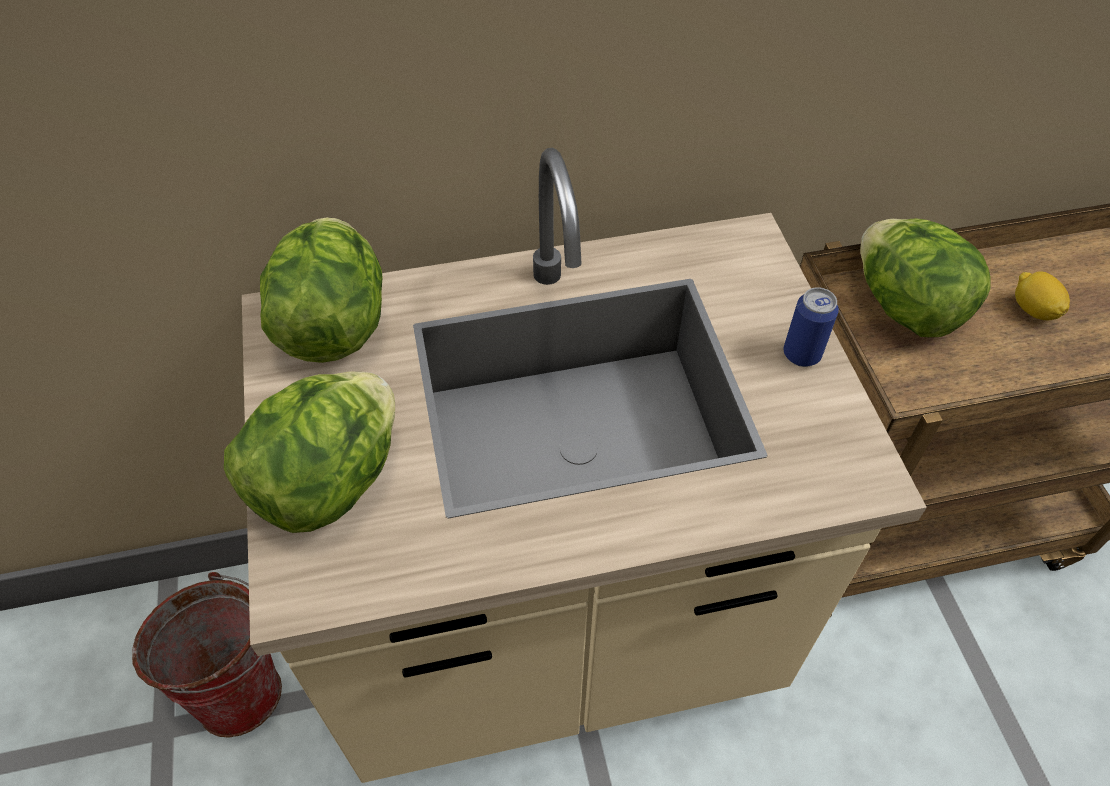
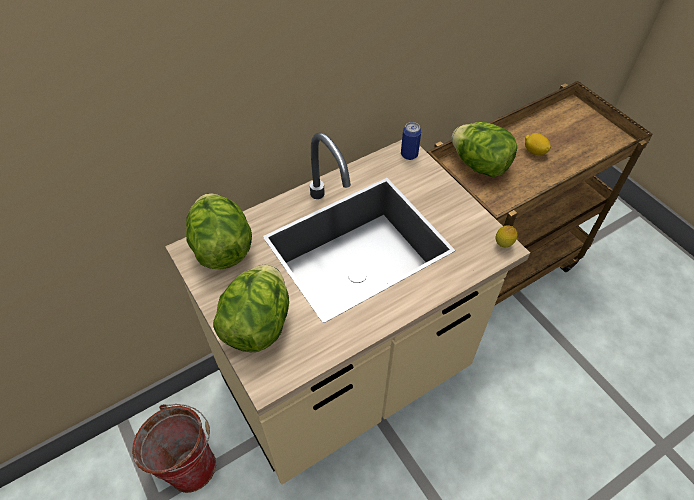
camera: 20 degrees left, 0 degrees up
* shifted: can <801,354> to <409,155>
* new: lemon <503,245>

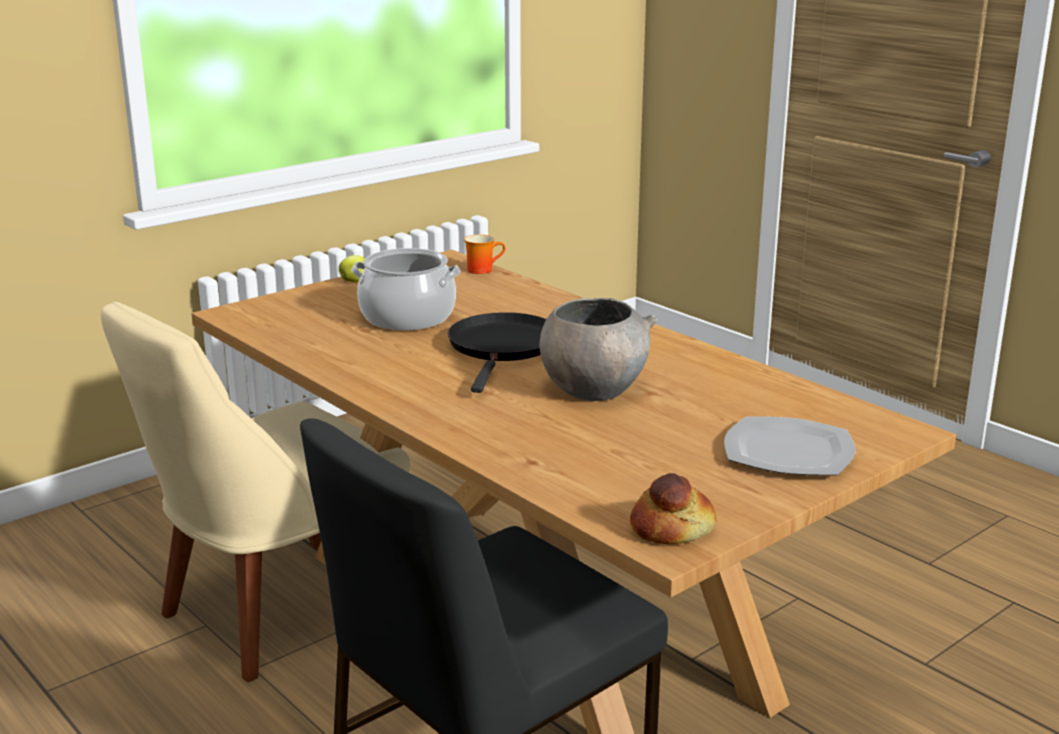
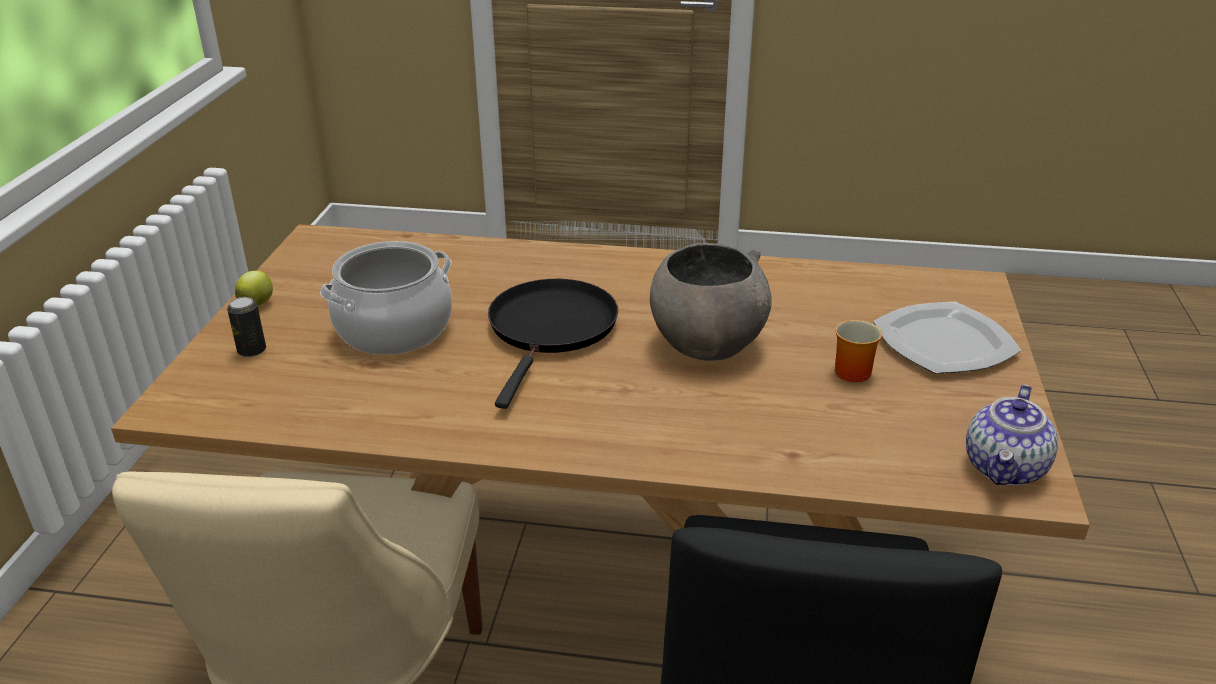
camera: 40 degrees left, 10 degrees up
* shifted: mug <482,269> to <852,369>
* rotated: frying pan (black) <503,348> = <551,329> 45 degrees clockwise
* swapped: bread <672,529> to teapot <1006,469>
* new: can <252,350>

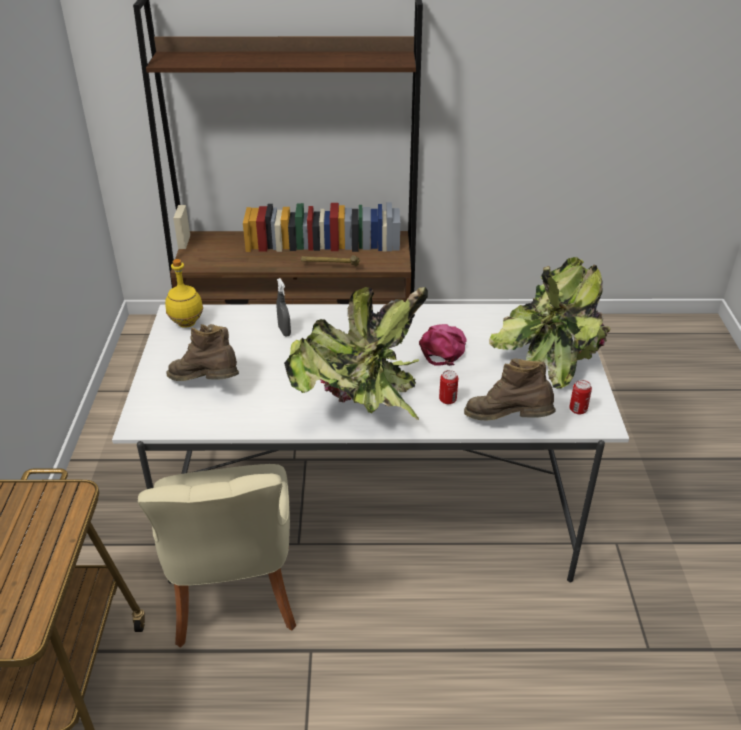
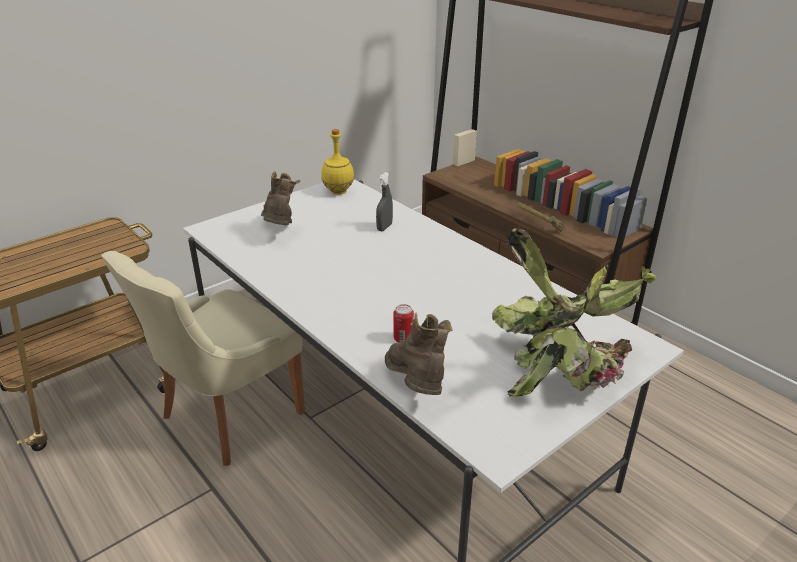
camera: 50 degrees right, 5 degrees down
* gone: potted plant <362,406>
* gone: cap (pink) <443,348>
* gone: can <578,409>

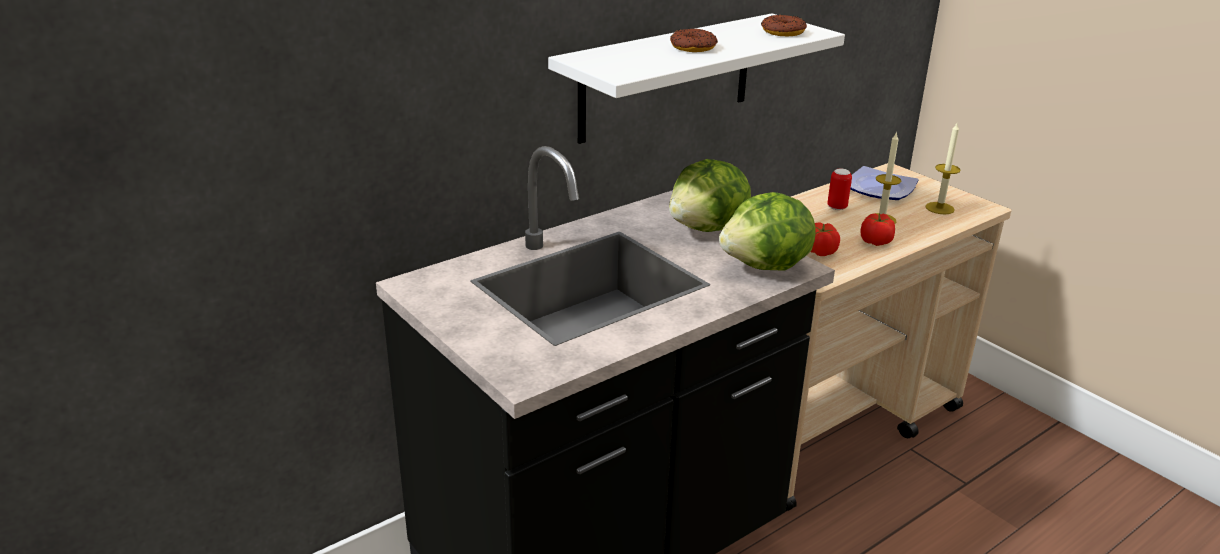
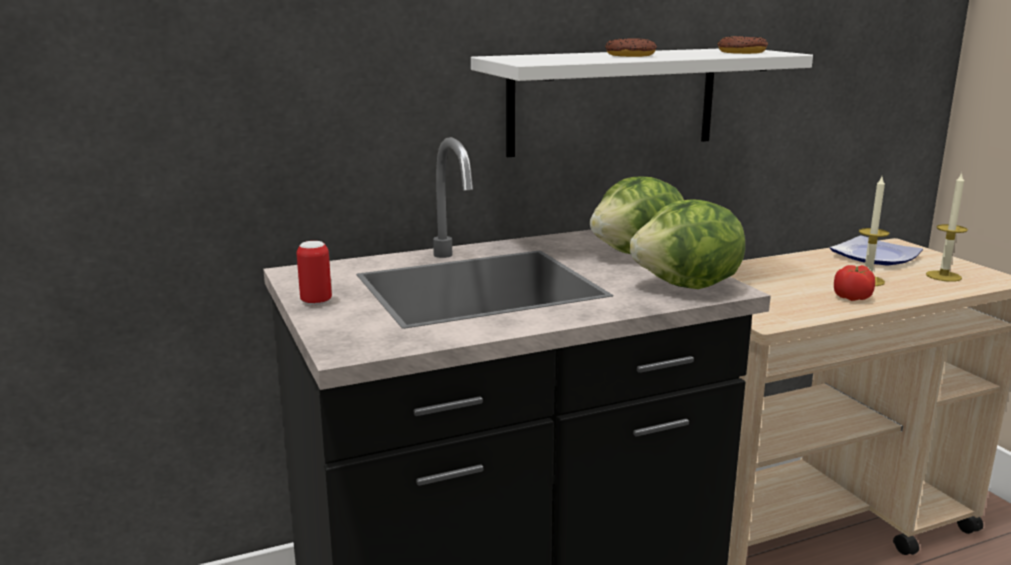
camera: 15 degrees right, 10 degrees down
* shifted: can <837,207> to <316,301>
* gone: tomato <820,252>

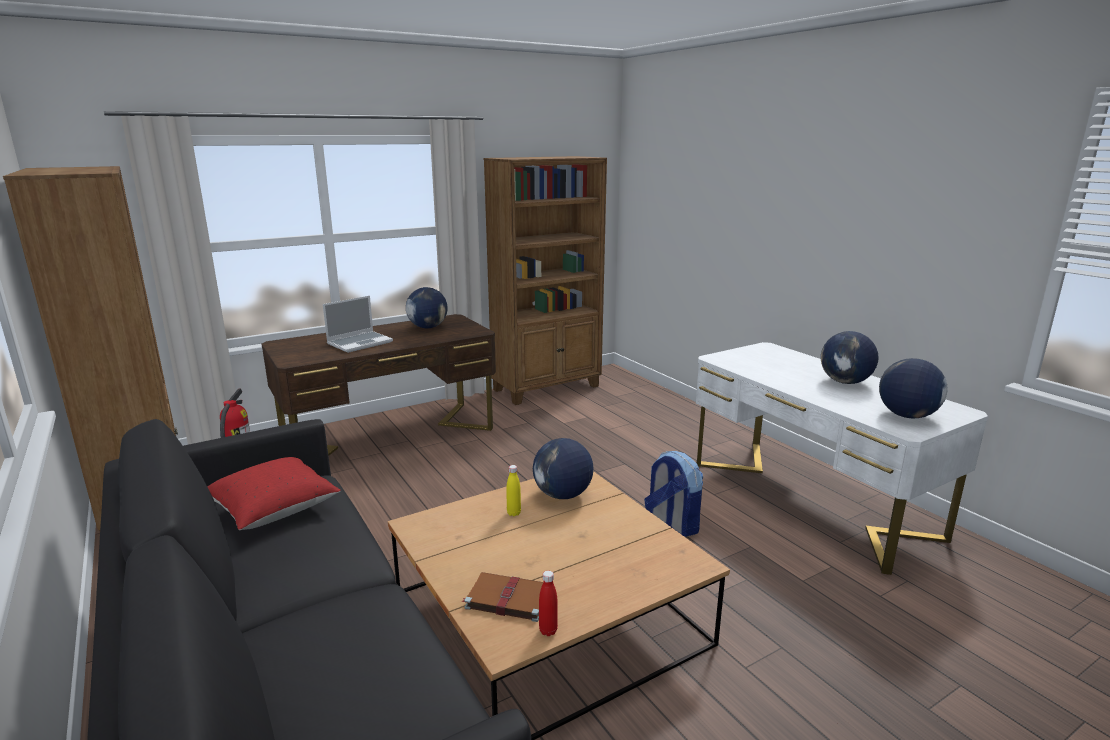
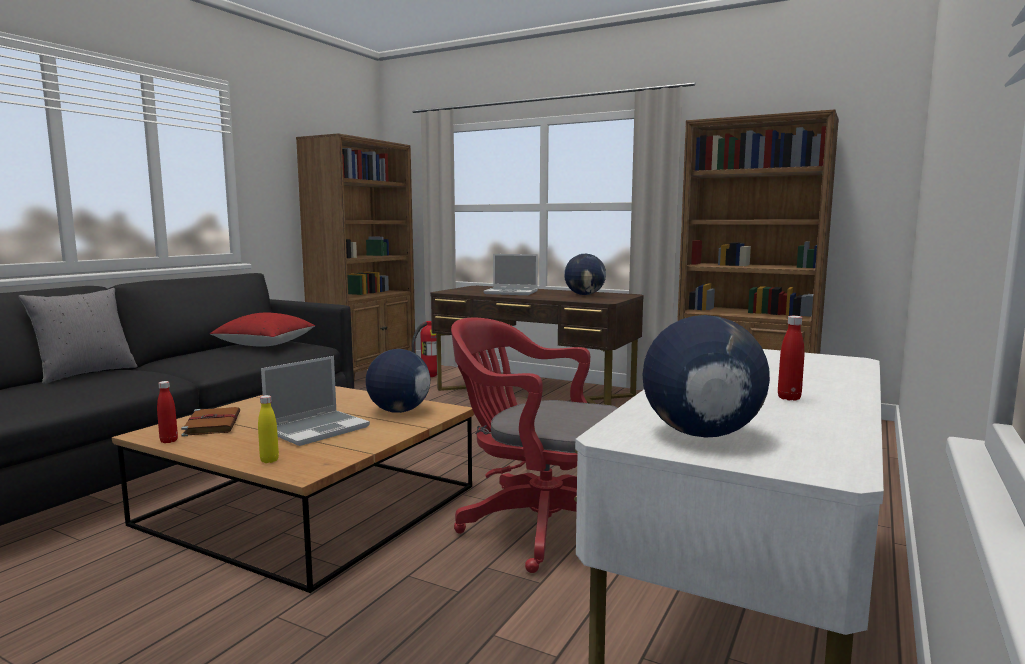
camera: 60 degrees right, 10 degrees down
* swapped: globe <845,382> to bottle (red) <789,398>
* swapped: backpack <672,523> to office chair (red) <536,526>
* shifted: bottle (yellow) <514,513> to <269,460>
* new: pillow (grey) <85,373>
* new: laptop <318,429>

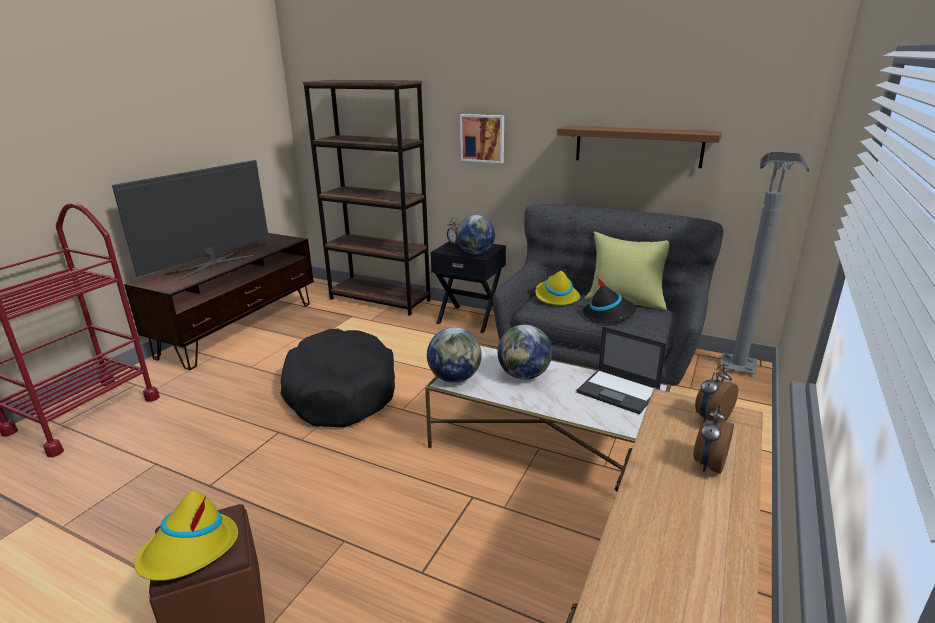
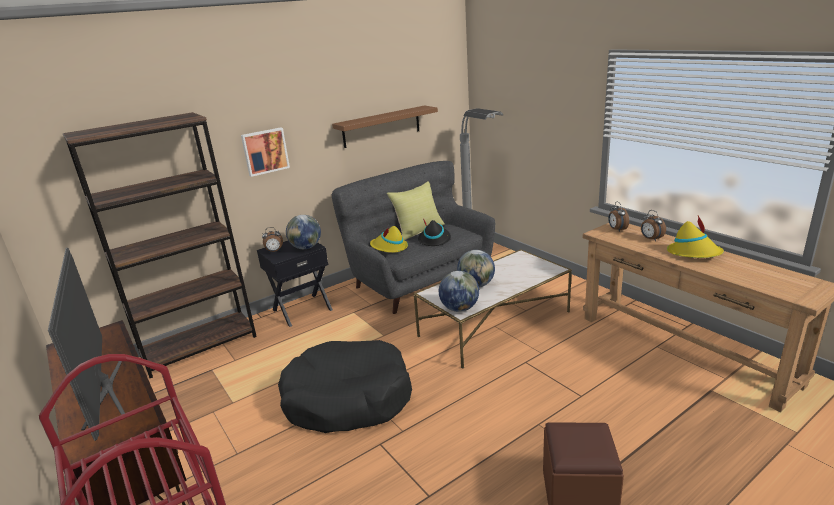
camera: 60 degrees left, 0 degrees up
* gone: laptop <619,391>
* shifted: hat (yellow) <189,551> to <694,253>

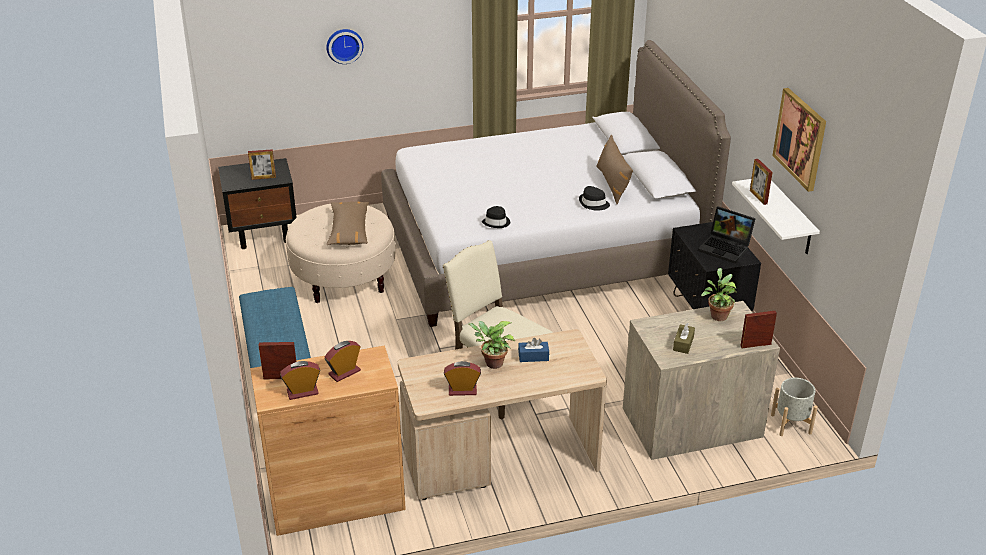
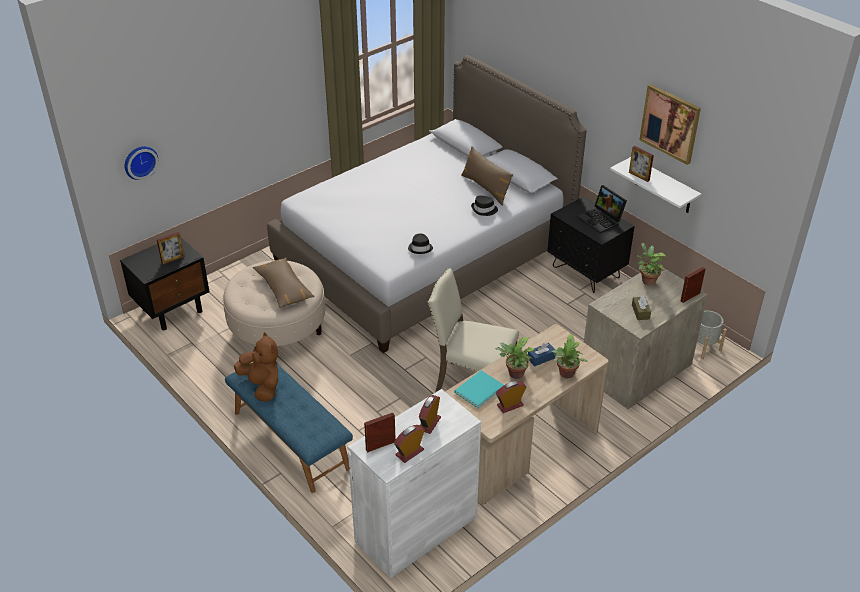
camera: 25 degrees left, 5 degrees up
* shifted: wall clock <344,45> to <139,161>
* rotated: laptop <726,248> = <601,220> 45 degrees clockwise
* repainted: cabinet (brown) <336,499> to cabinet (white) <416,529>
* new: plush toy (brown) <262,386>
* new: potted plant <566,375>
* new: book (turquoise) <477,390>

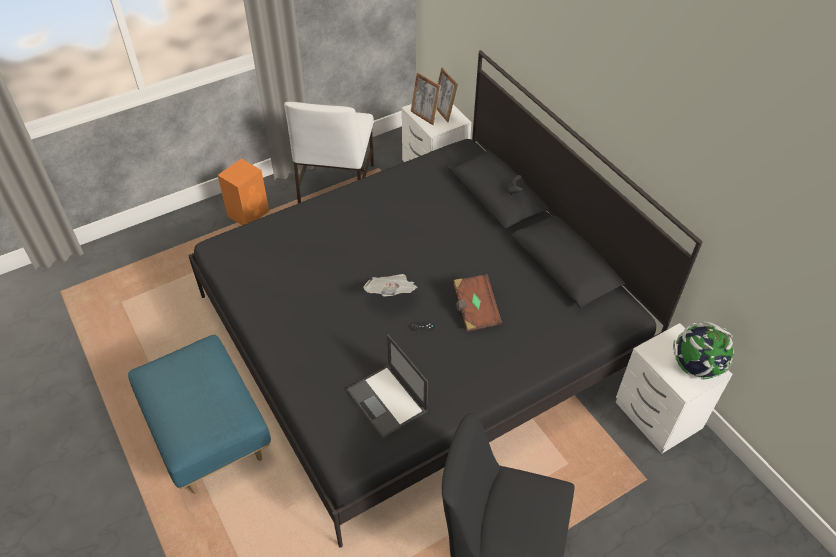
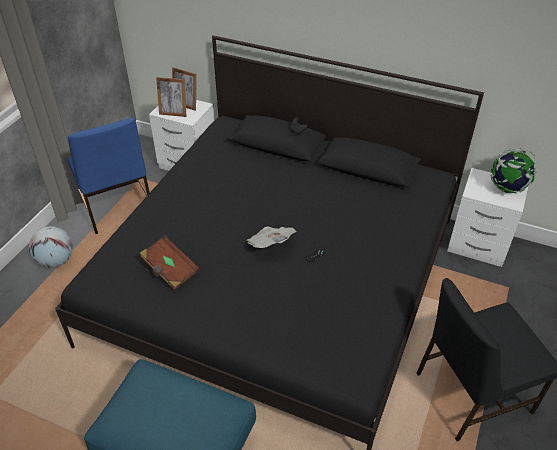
camera: 35 degrees left, 5 degrees down
* repainted: chair (white) <335,185> to chair (blue) <115,206>
* swapped: speaker (orange) <249,213> to globe <56,261>
* shifted: book (brown) <475,310> to <170,270>
* gone: laptop <387,401>

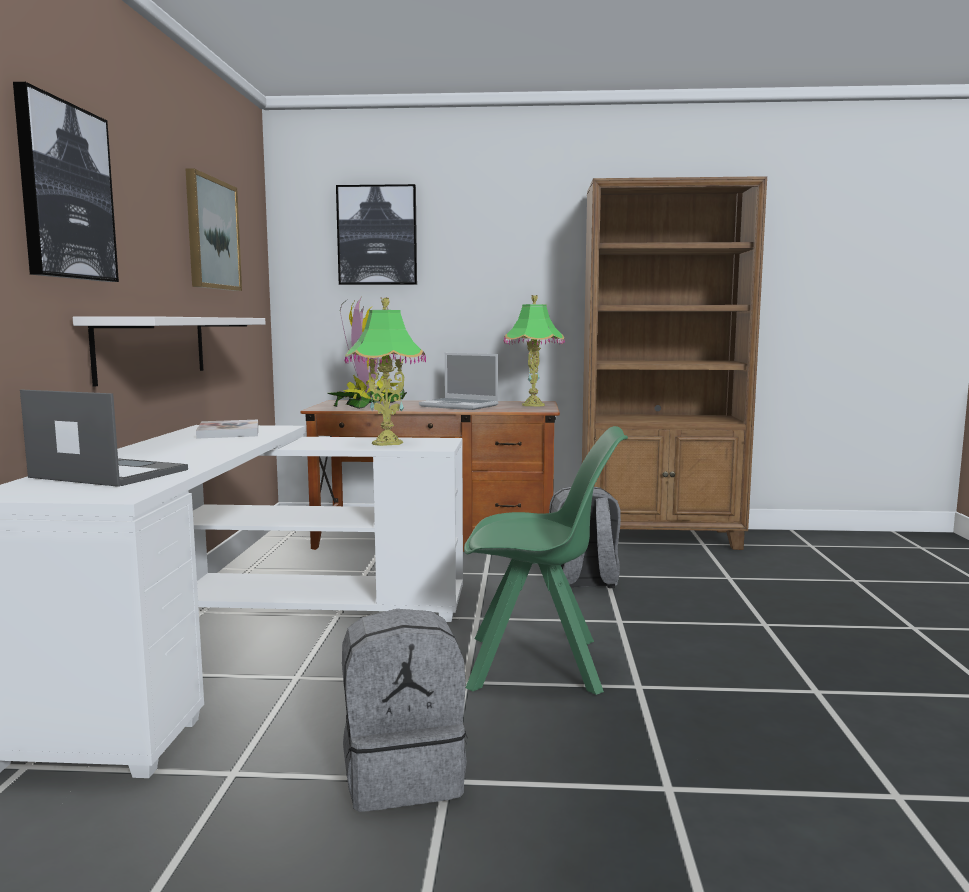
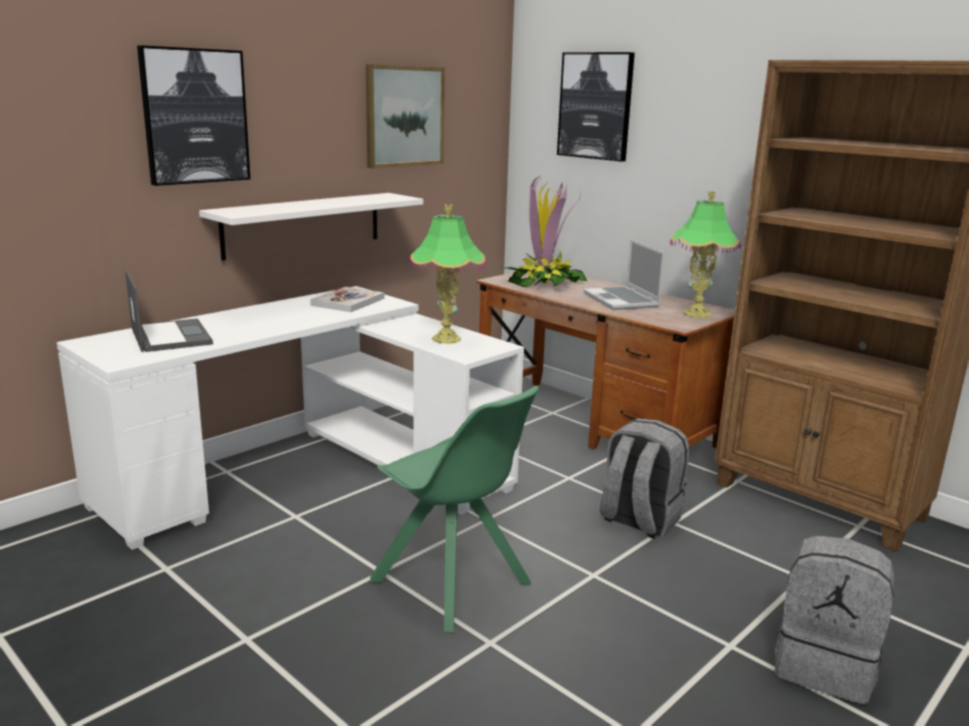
camera: 40 degrees right, 10 degrees up
* shifted: backpack (grey) <404,775> to <824,666>

